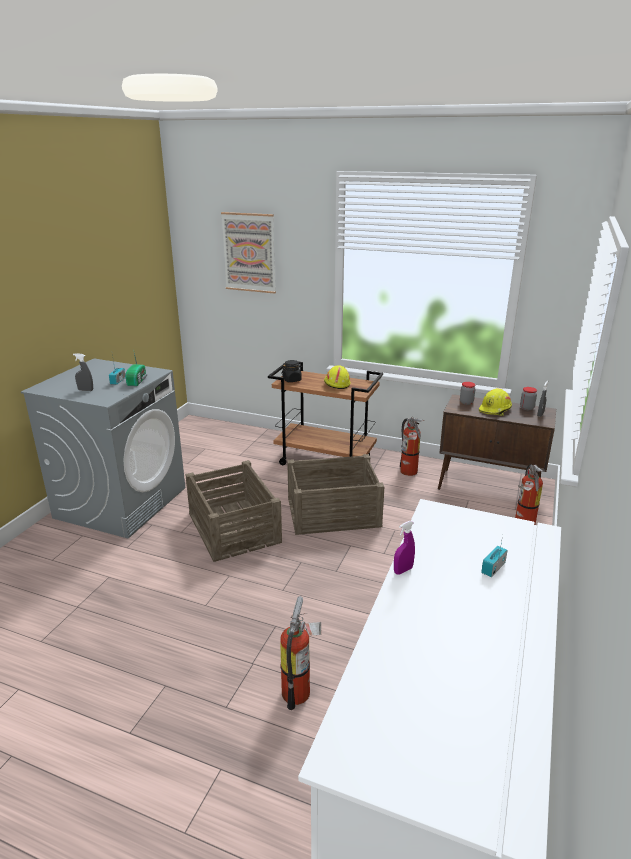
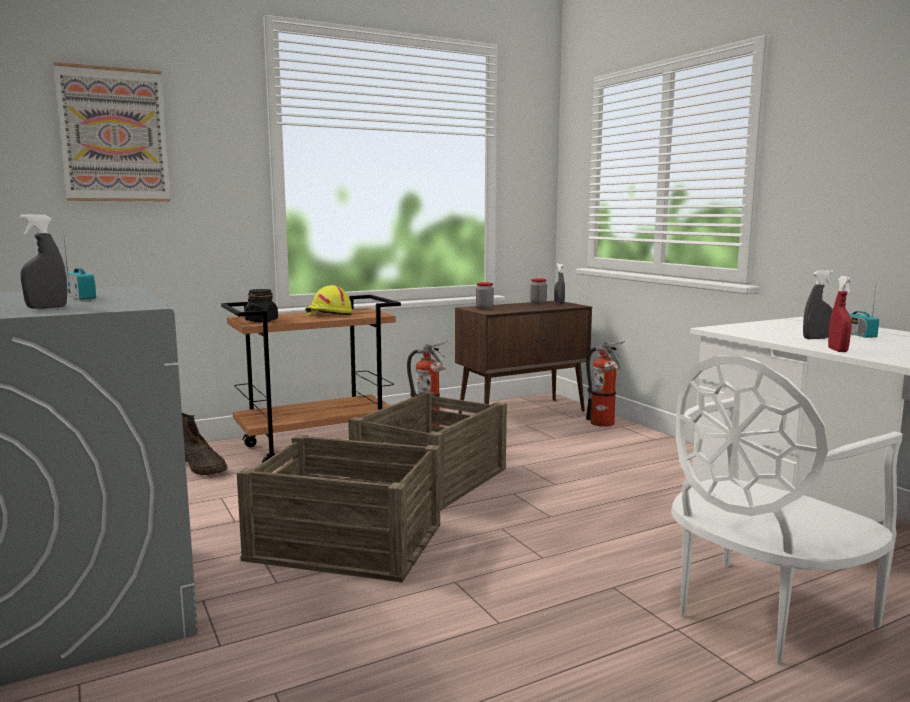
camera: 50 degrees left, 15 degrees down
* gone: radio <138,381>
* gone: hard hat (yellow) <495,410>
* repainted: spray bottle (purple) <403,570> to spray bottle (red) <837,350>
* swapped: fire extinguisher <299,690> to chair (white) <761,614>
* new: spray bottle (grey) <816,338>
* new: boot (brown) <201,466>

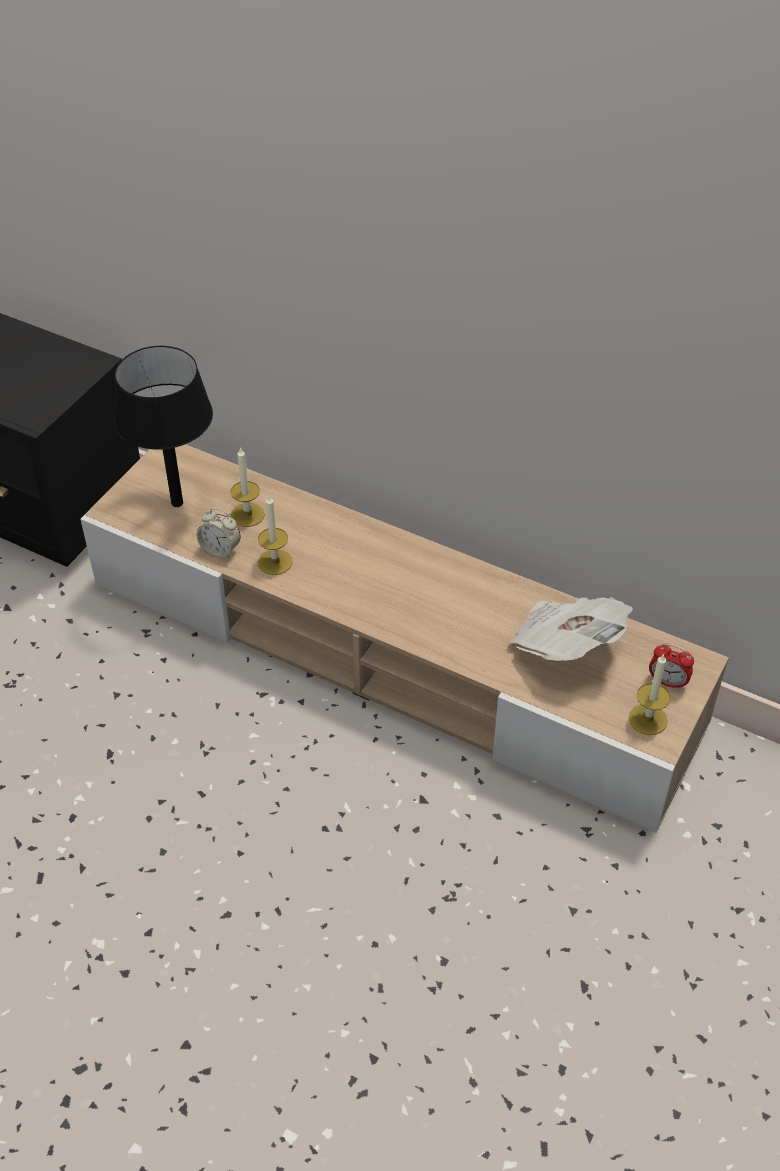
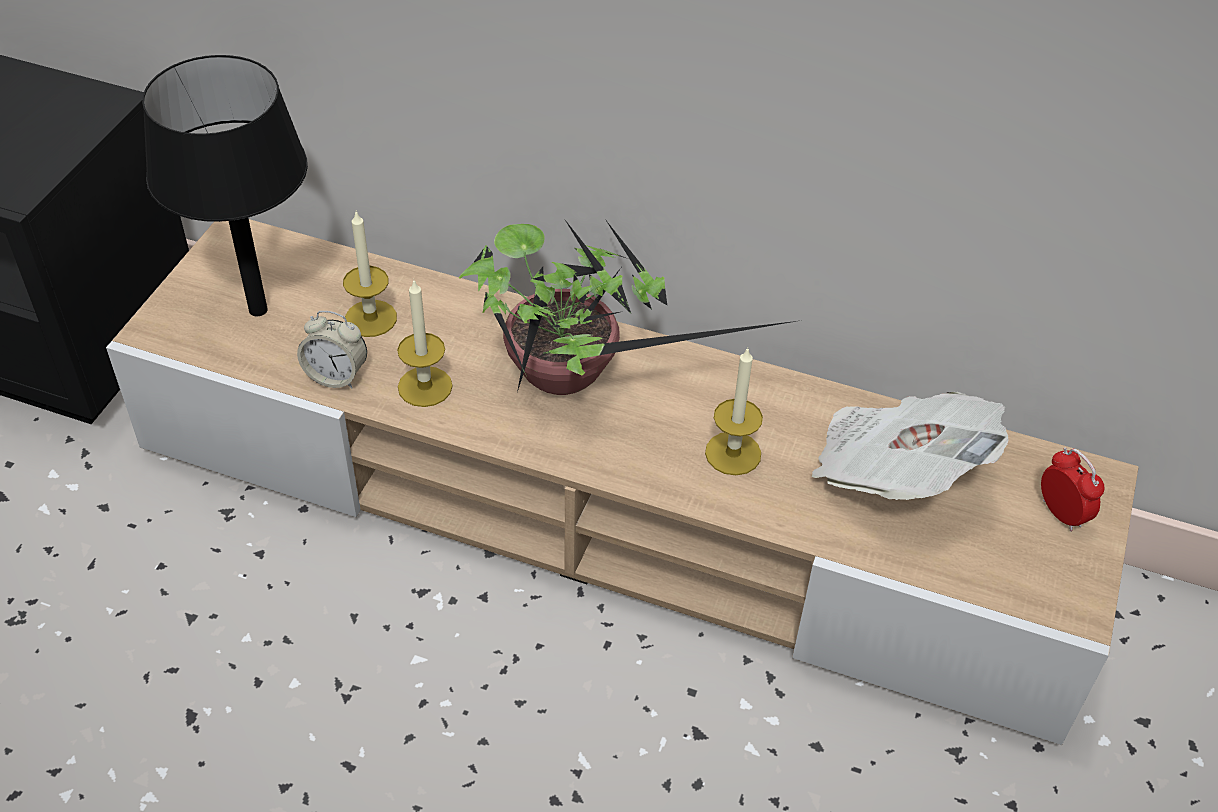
camera: 10 degrees left, 0 degrees up
* rotated: alarm clock <667,682> = <1061,513> 135 degrees counterclockwise
* shifted: candle <648,719> to <733,453>
* new: potted plant <569,375>

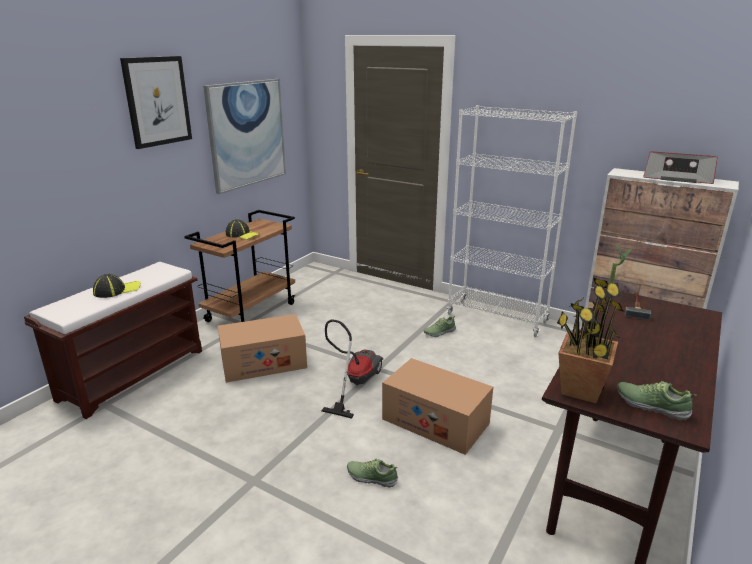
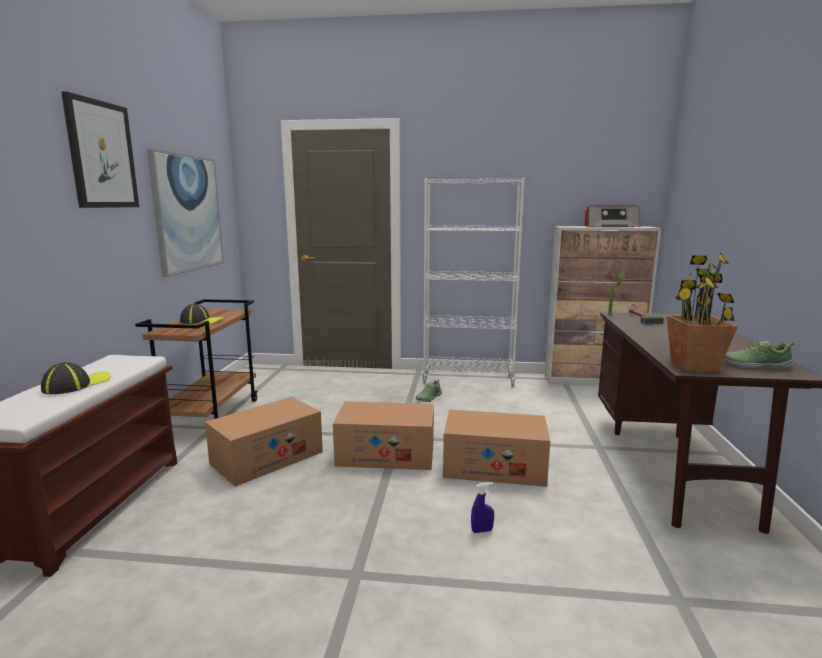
camera: 25 degrees left, 10 degrees down
* swapped: vacuum cleaner <354,383> to cardboard box <386,454>
* swapped: shoe <372,477> to spray bottle (blue) <482,531>

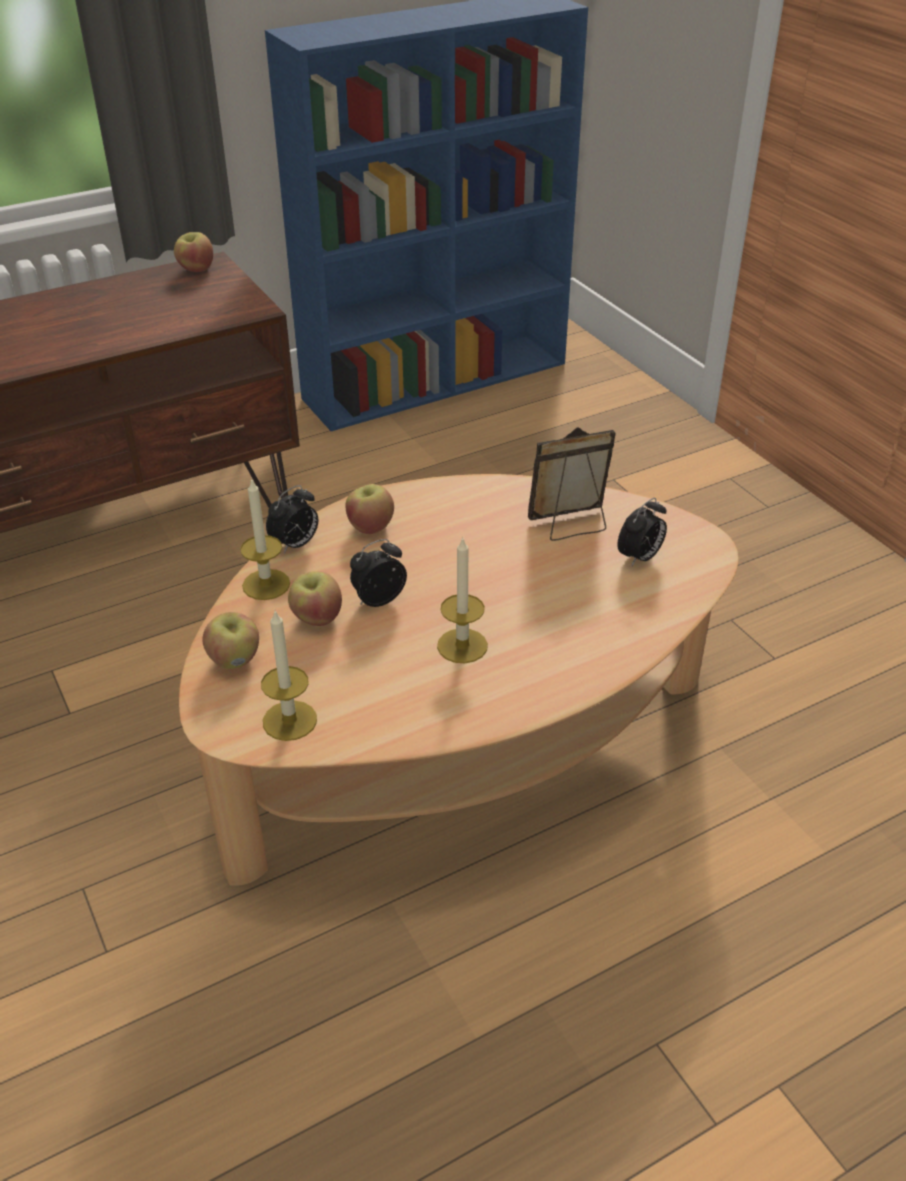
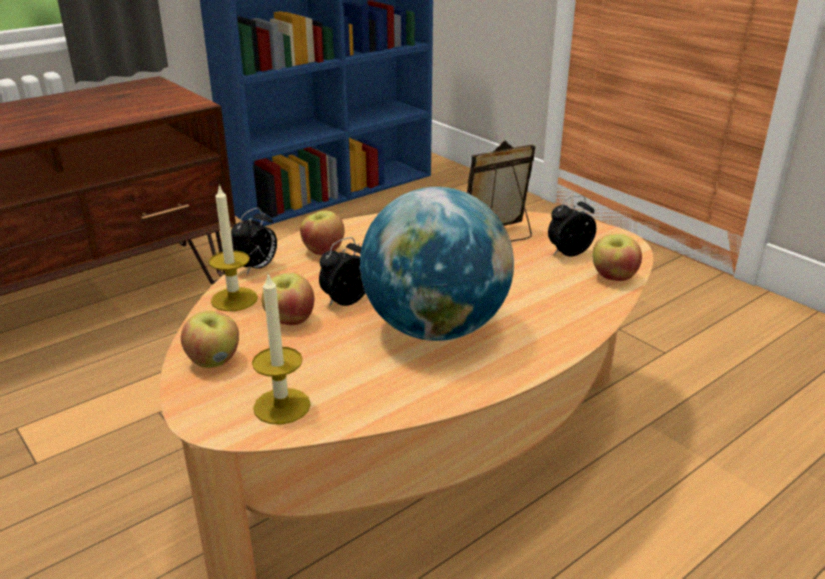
camera: 10 degrees left, 10 degrees down
* shifted: apple <196,269> to <613,277>
* rotated: alarm clock <640,558> = <568,253> 150 degrees counterclockwise
* swapped: candle <462,646> to globe <436,329>

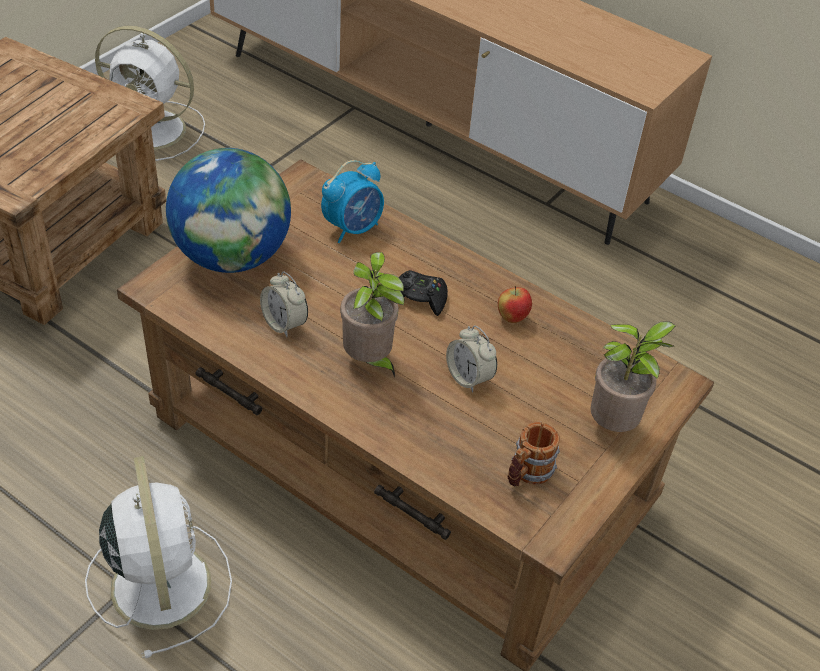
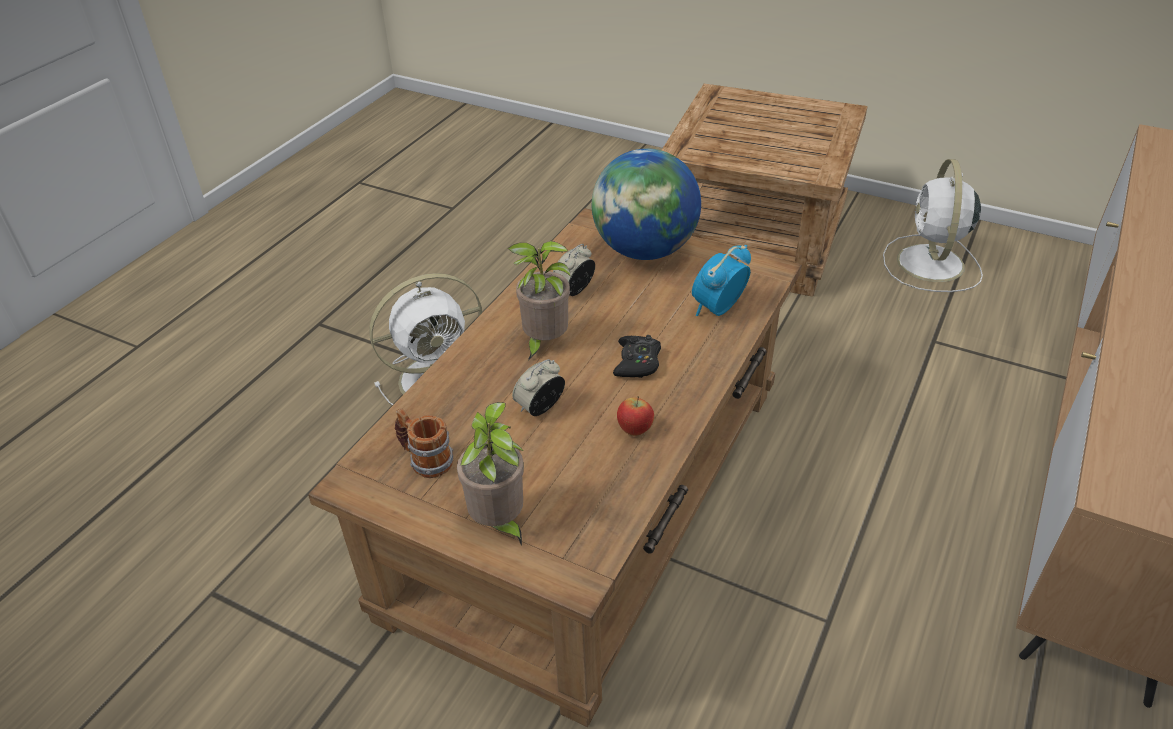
camera: 85 degrees right, 5 degrees down
* rotated: alarm clock <353,228> = <717,309> 90 degrees clockwise

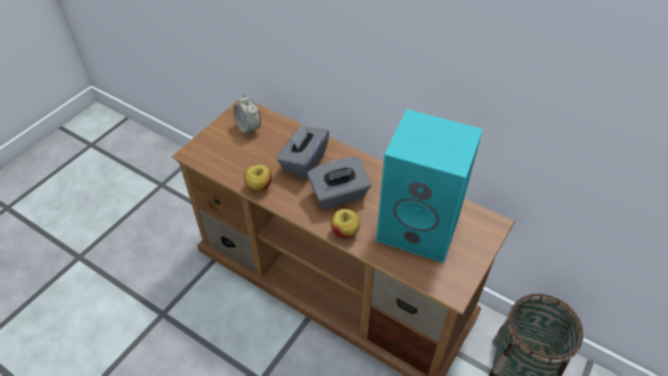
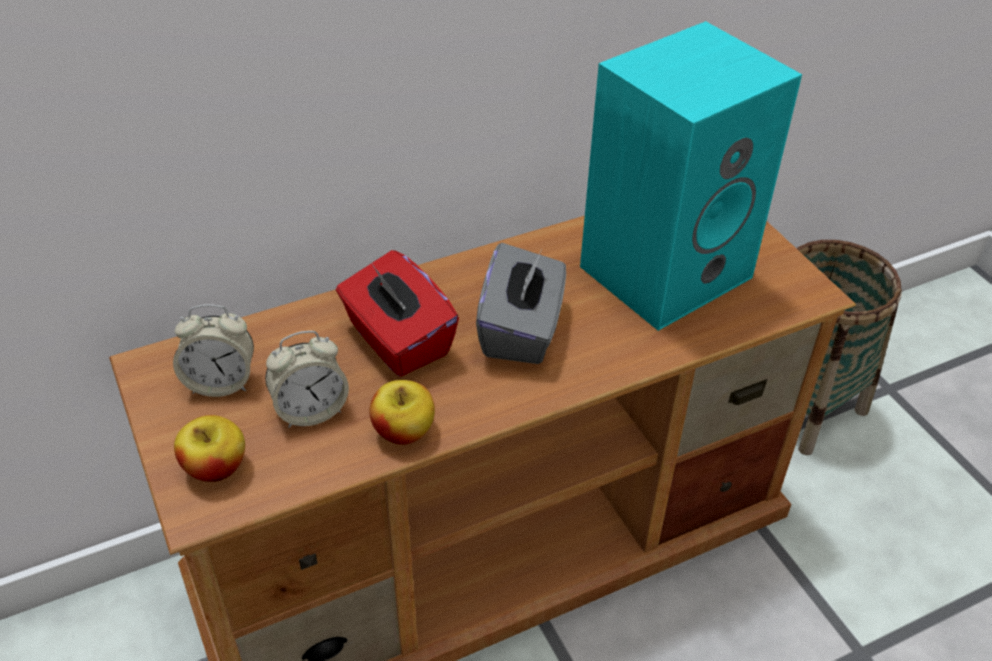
camera: 60 degrees left, 5 degrees down
* repainted: tissue box (grey) <304,162> to tissue box (red) <397,341>
* shifted: apple <345,231> to <215,467>
* new: alarm clock <310,410>

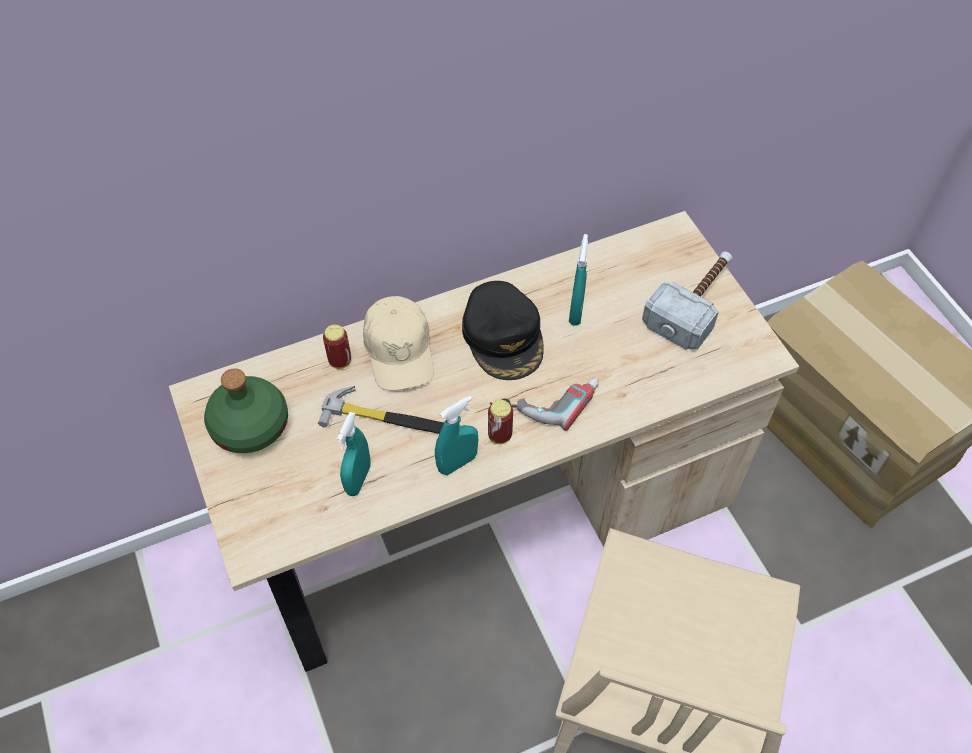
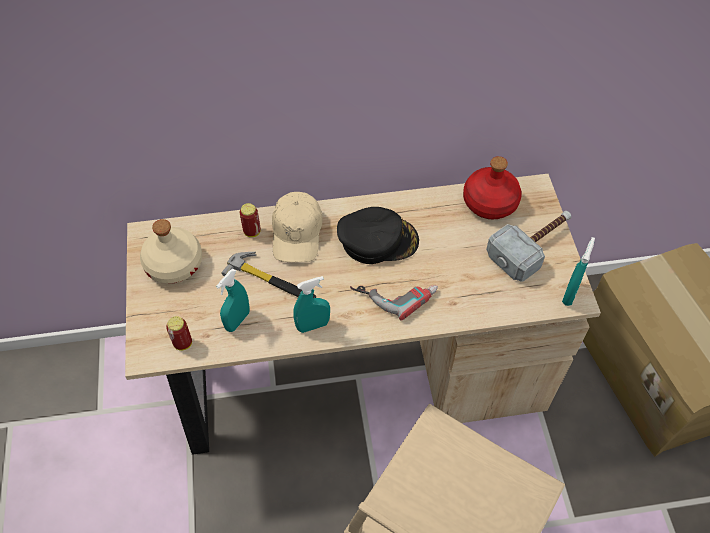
camera: 15 degrees right, 0 degrees up
* shifted: spray bottle (turquoise) <576,312> to <569,294>
* rotated: cap (black) <504,336> = <377,239> 90 degrees counterclockwise
* repainted: bottle (green) <251,425> to bottle (beige) <175,264>
* shifted: can <500,435> to <183,343>
* new: bottle (red) <490,203>

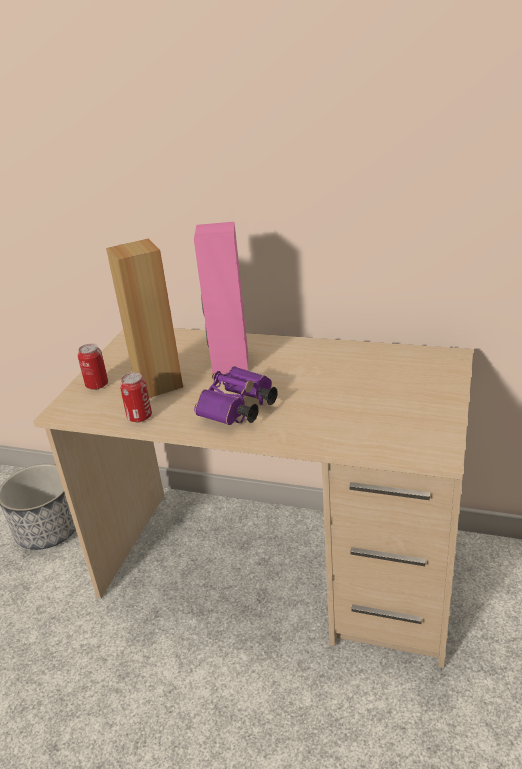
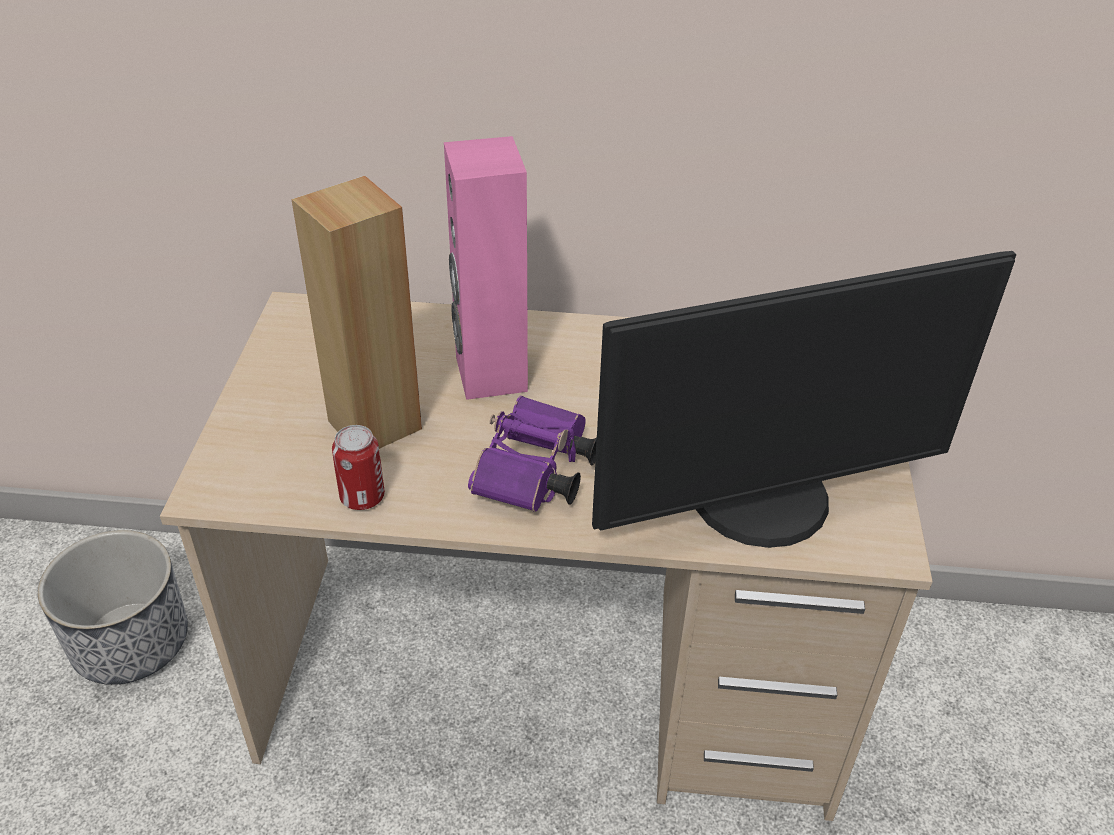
camera: 15 degrees left, 10 degrees up
* gone: can <97,385>
* new: monitor <763,502>

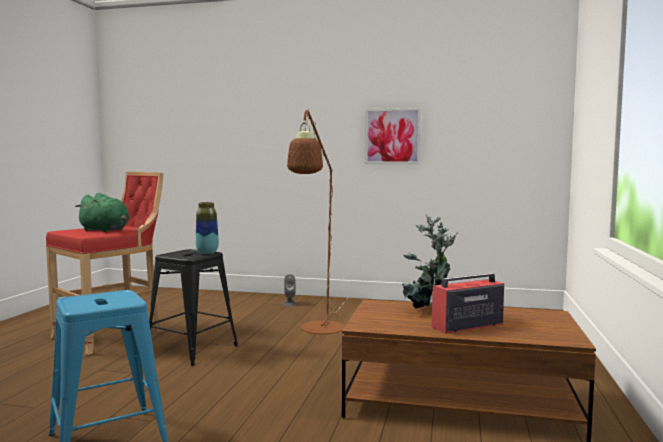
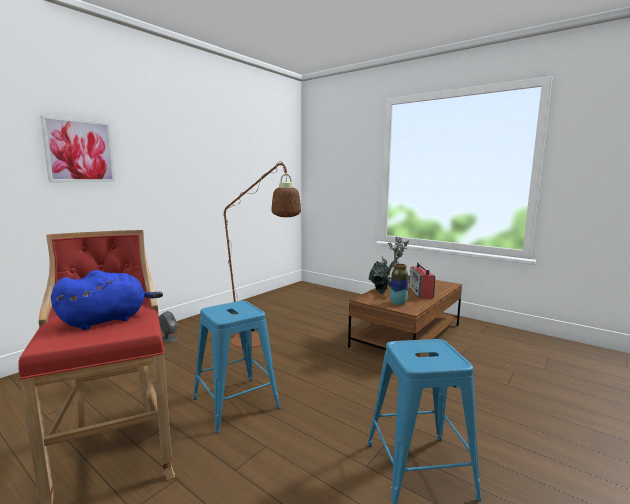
camera: 65 degrees left, 5 degrees up
* shifted: picture <392,136> to <80,151>
* repainted: plush toy (green) <105,230> to plush toy (blue) <108,320>
* shifted: vase <207,253> to <398,303>
* repainted: stool (black) <192,350> to stool (blue) <236,403>

